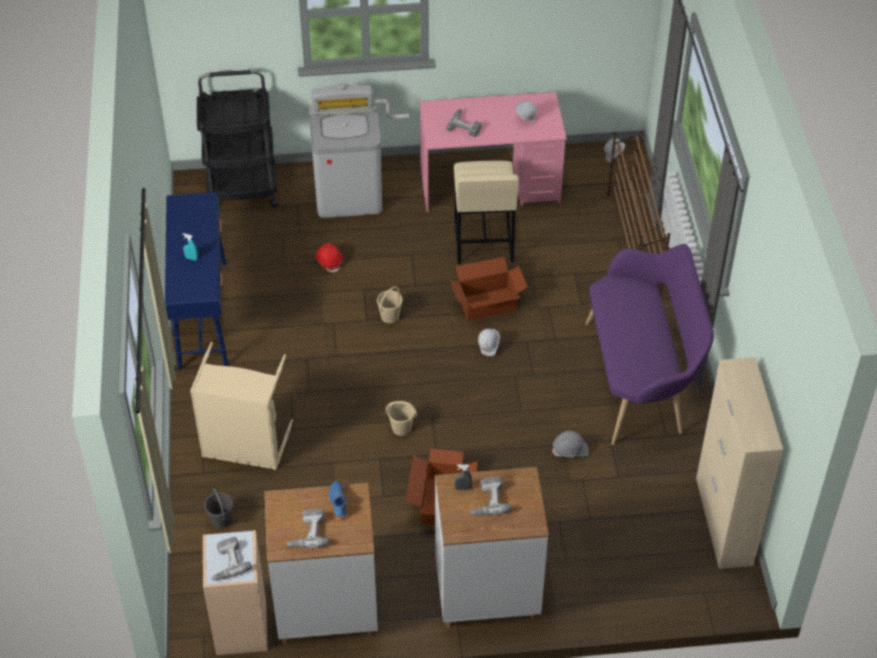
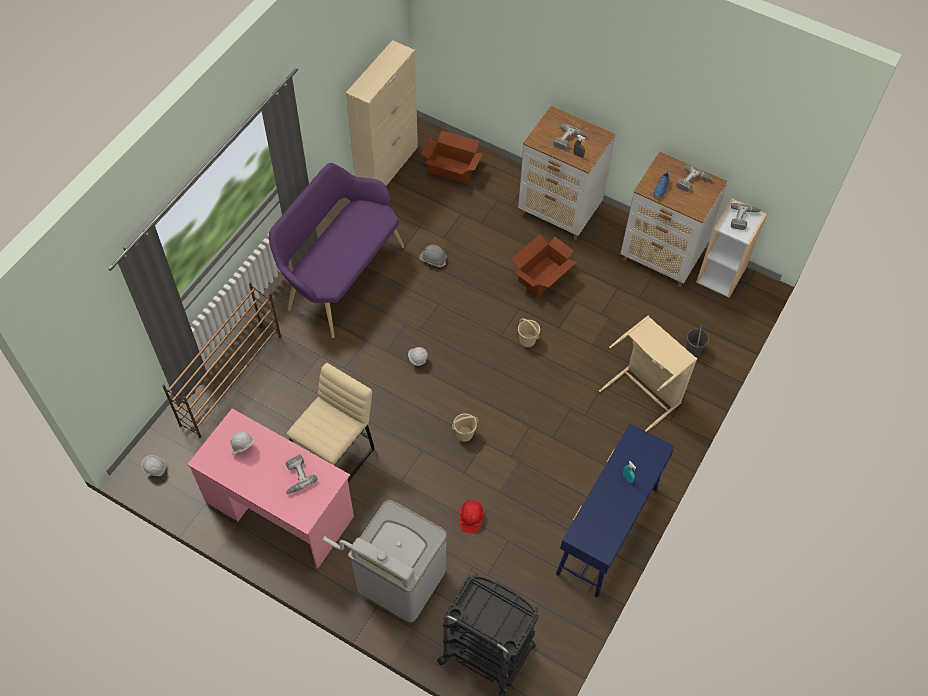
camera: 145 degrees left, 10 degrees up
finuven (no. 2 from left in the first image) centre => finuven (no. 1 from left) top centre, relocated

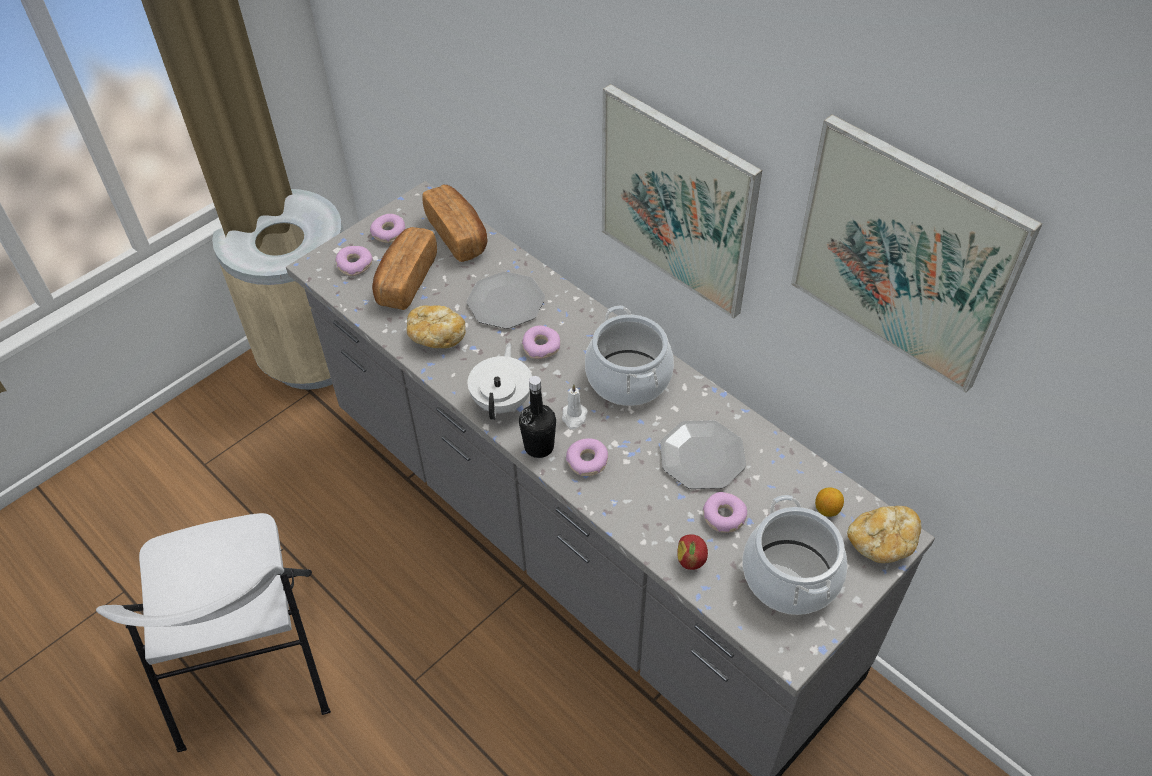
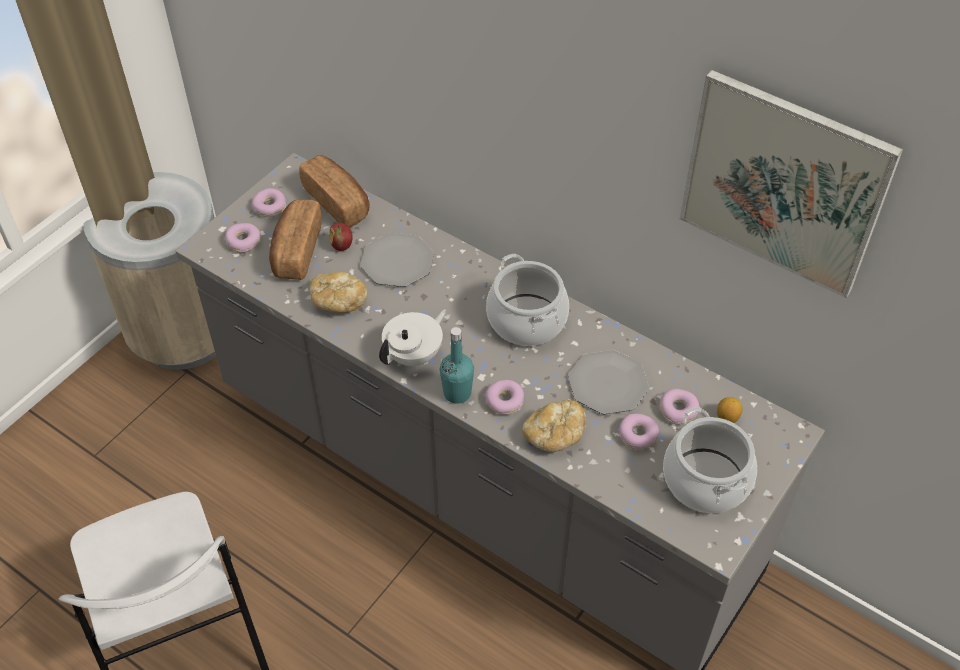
camera: 10 degrees left, 0 degrees up
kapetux (no. 1 from left) top centre => nothing
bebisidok (no. 3 from left in the first image) centre => bebisidok (no. 5 from left) middle right, relocated
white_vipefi centre, 45 degrees clockwise
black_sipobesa centre => turquoise_sipobesa centre
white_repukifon centre => nothing
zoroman (no. 4 from left) bottom right => zoroman (no. 4 from left) centre, relocated
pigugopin bottom centre => pigugopin centre, relocated

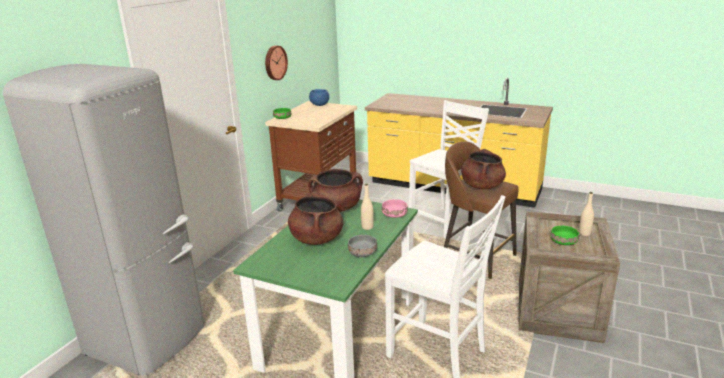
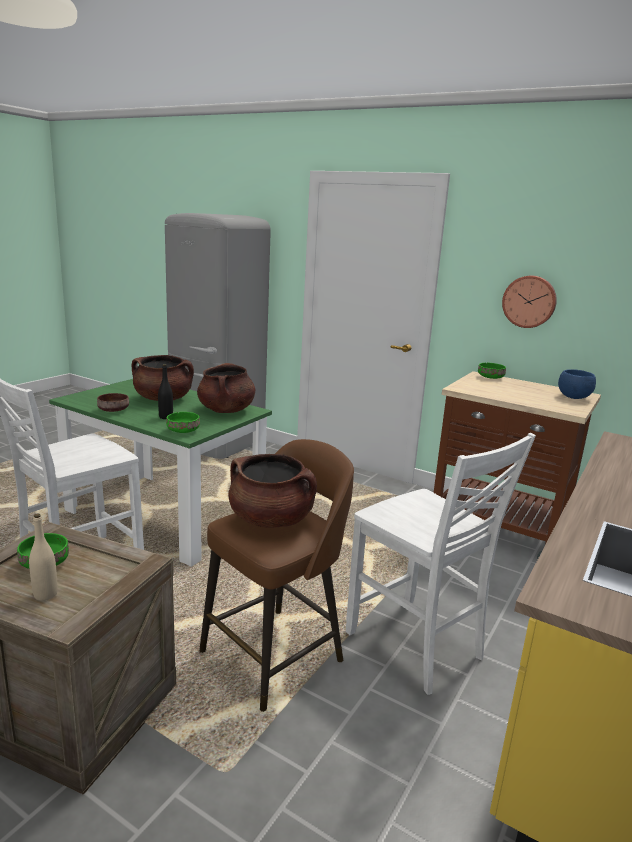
camera: 95 degrees right, 5 degrees down
beige_sipobesa (no. 1 from left) centre => black_sipobesa middle left
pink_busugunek centre => green_busugunek (no. 2 from left) middle left
grey_busugunek centre => brown_busugunek middle left

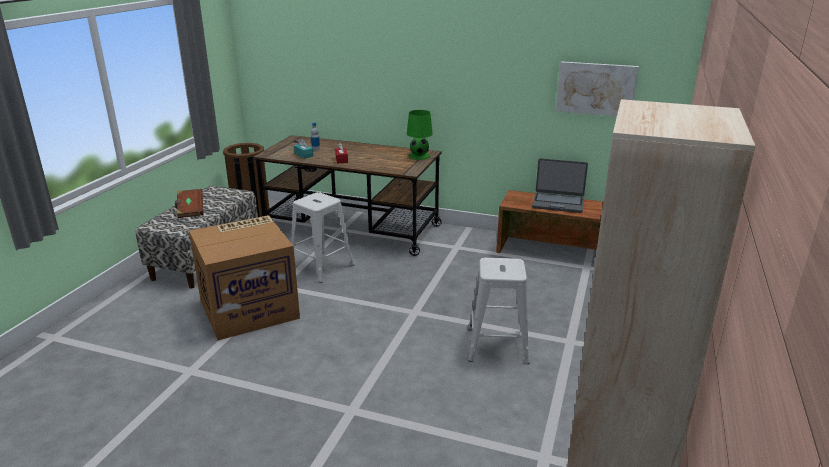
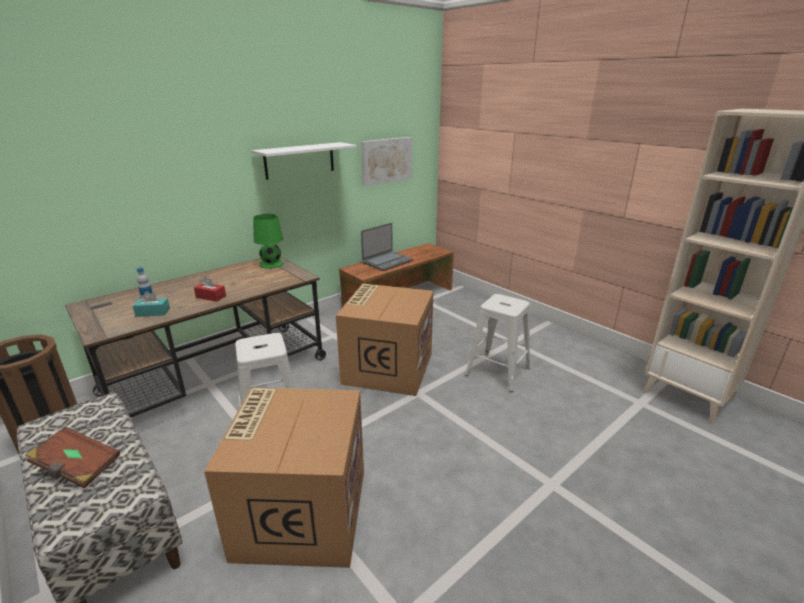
camera: 60 degrees left, 0 degrees up
nothing => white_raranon top centre
nothing => finuven (no. 2 from left) centre

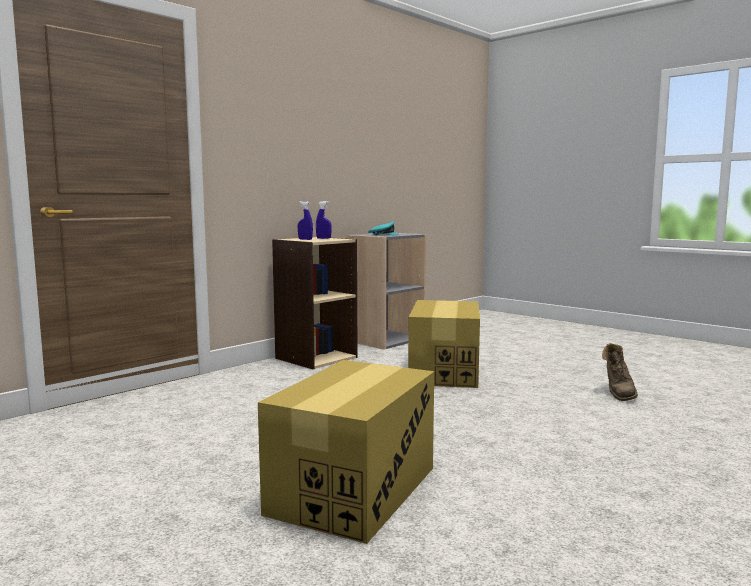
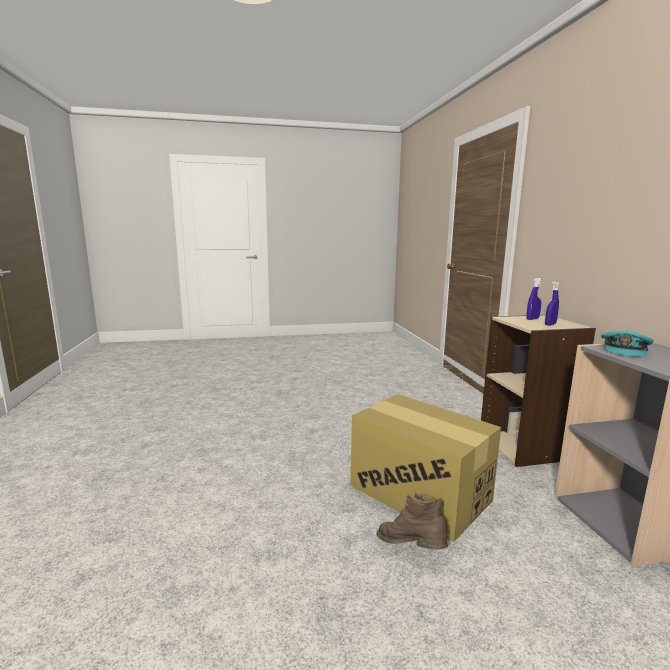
camera: 125 degrees right, 5 degrees up
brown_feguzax middle right => brown_feguzax bottom centre, relocated
finuven (no. 1 from left) bottom centre => nothing

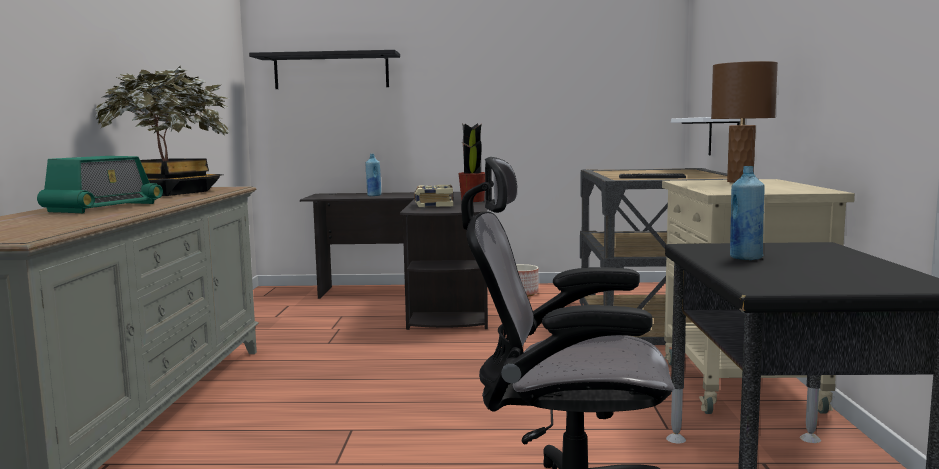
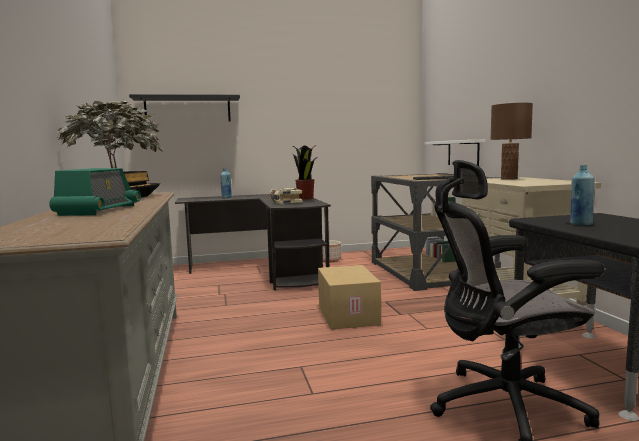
camera: 15 degrees left, 0 degrees up
nothing => finuven bottom centre

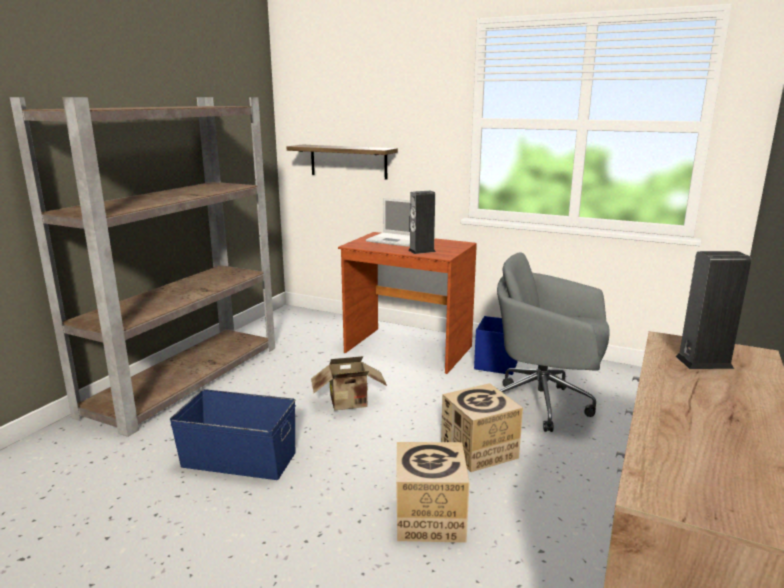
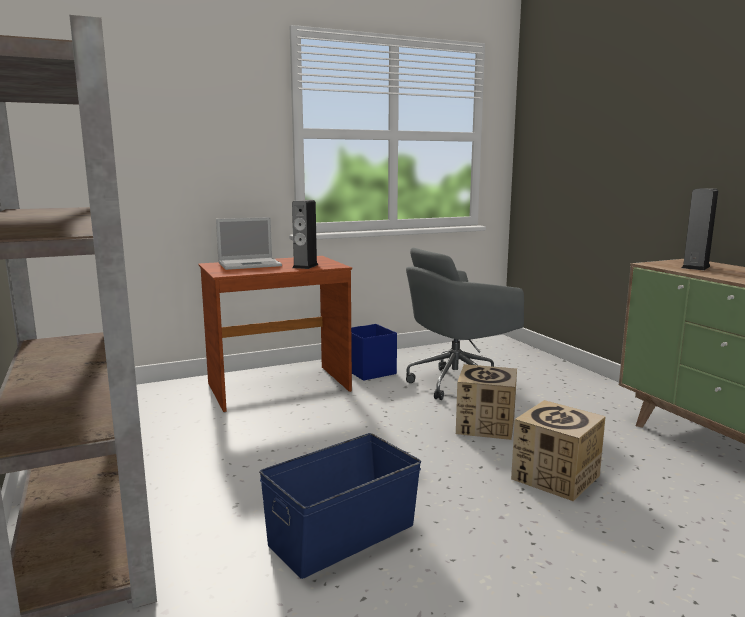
camera: 50 degrees left, 5 degrees down
raranon top centre => nothing
finuven (no. 1 from left) centre => nothing

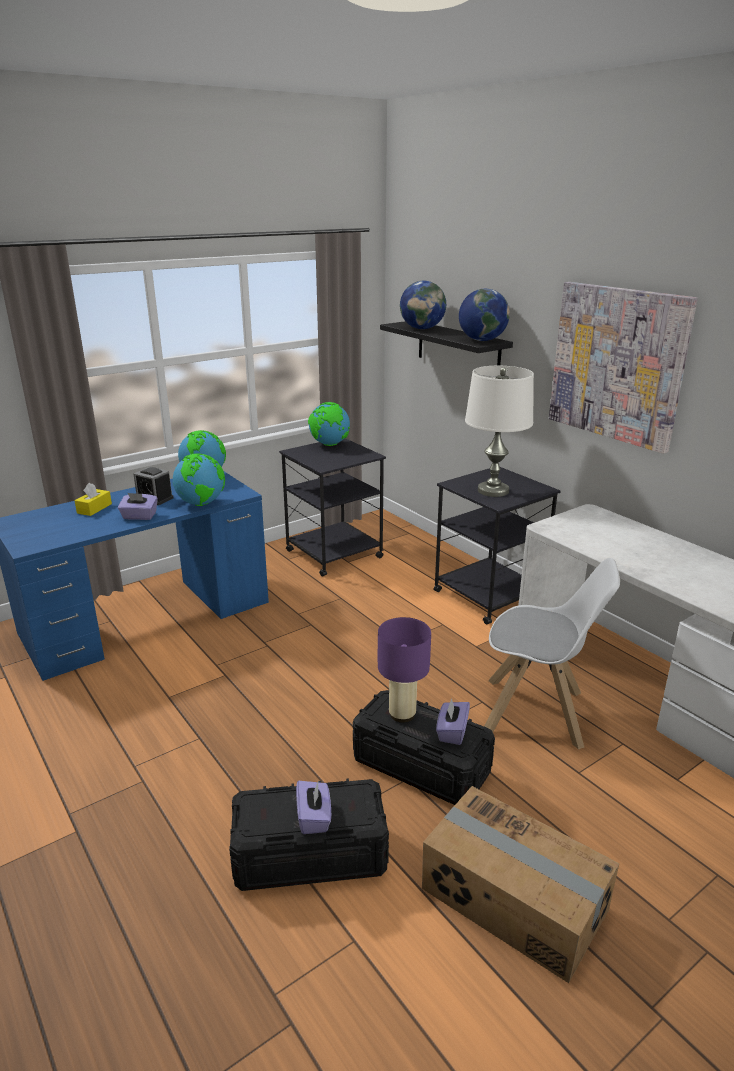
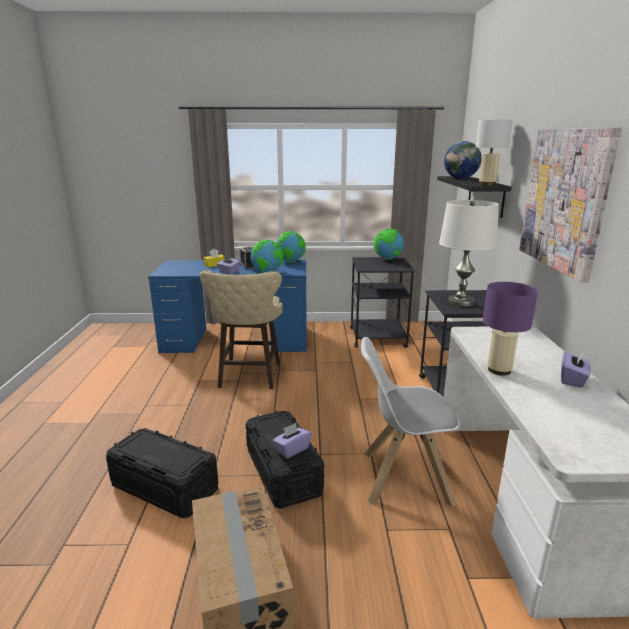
camera: 35 degrees right, 5 degrees down
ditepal (no. 5 from left) top centre => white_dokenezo (no. 2 from left) top right
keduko middle right => keduko bottom centre, 135 degrees clockwise
purple_dokenezo centre => purple_dokenezo middle right, relocated
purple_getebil (no. 2 from left in the first image) bottom centre => purple_getebil (no. 3 from left) middle right, relocated
nothing => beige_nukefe centre

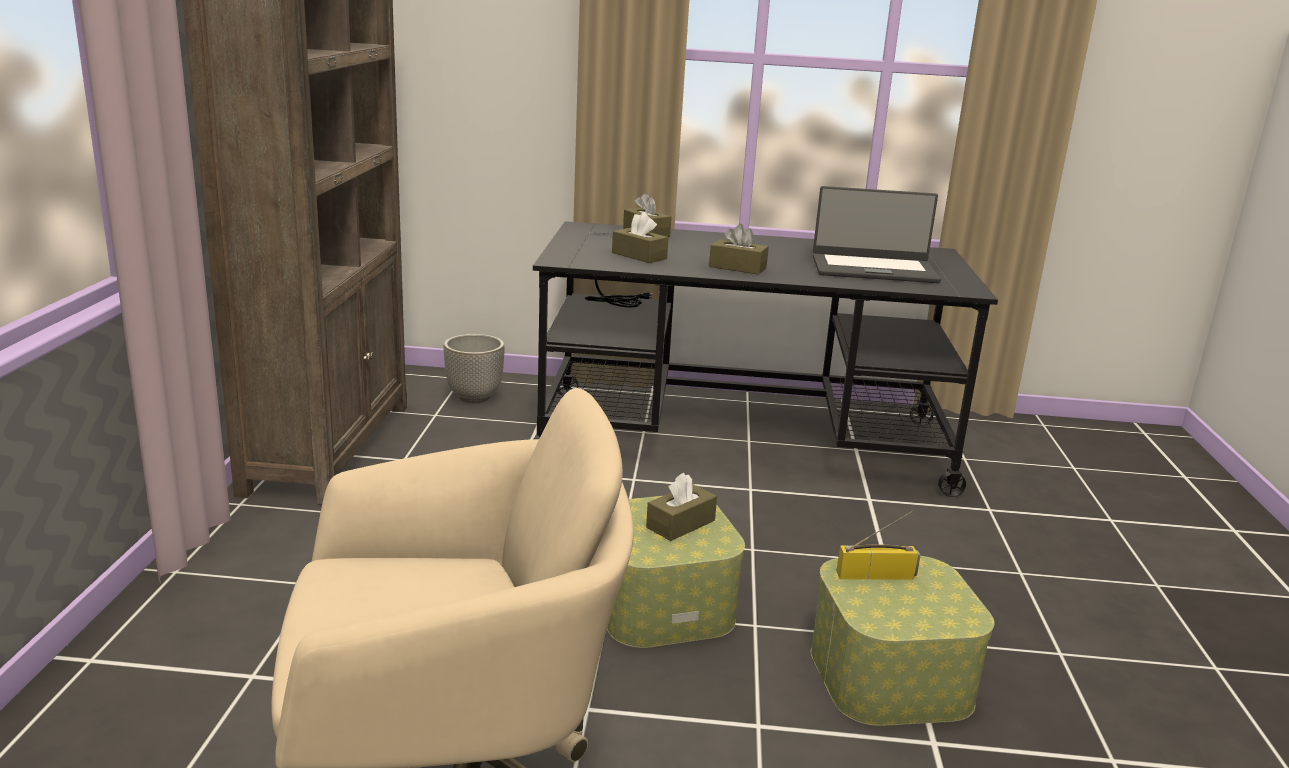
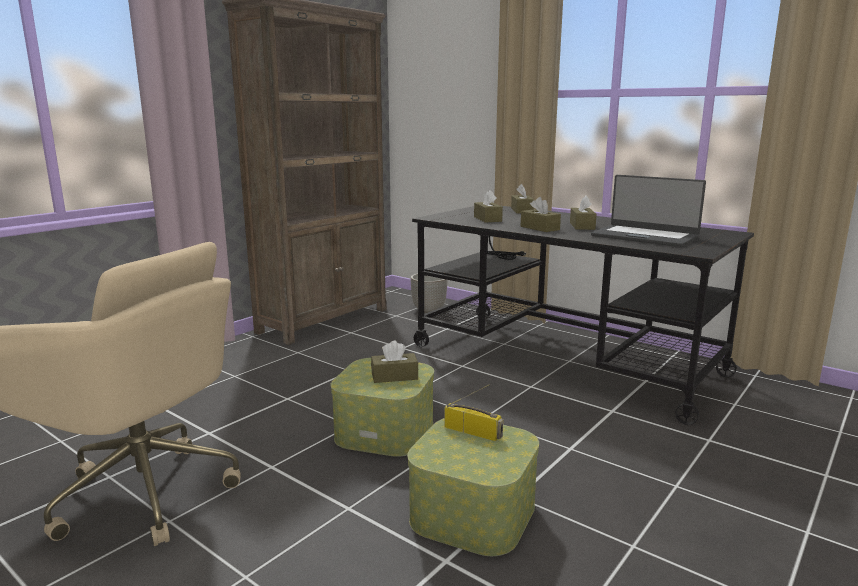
camera: 35 degrees right, 5 degrees down
nothing => brown_getebil (no. 5 from left) middle right

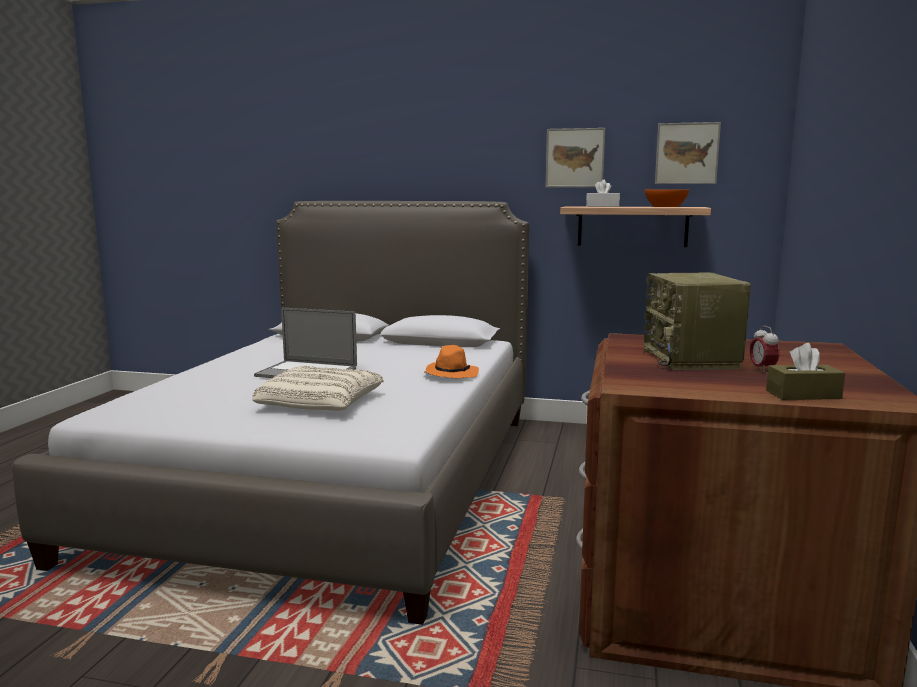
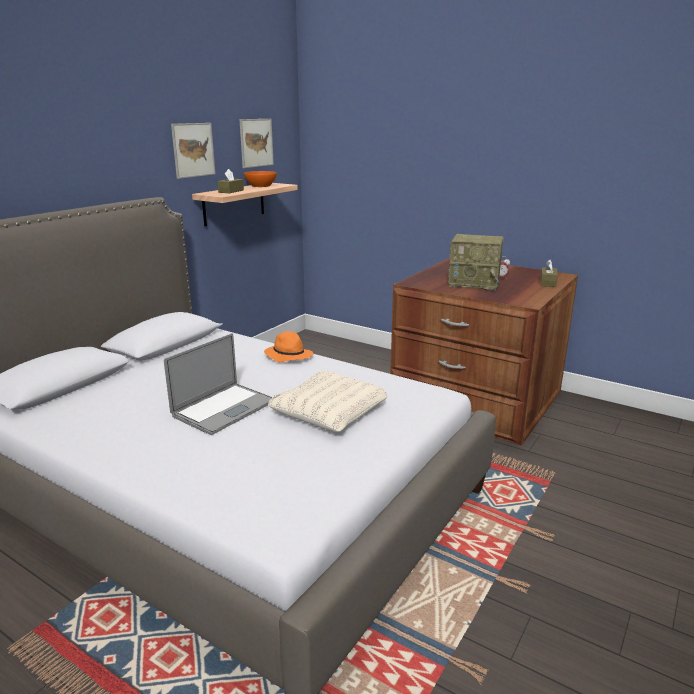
camera: 70 degrees left, 10 degrees up
white_getebil top centre => brown_getebil (no. 1 from left) top left

